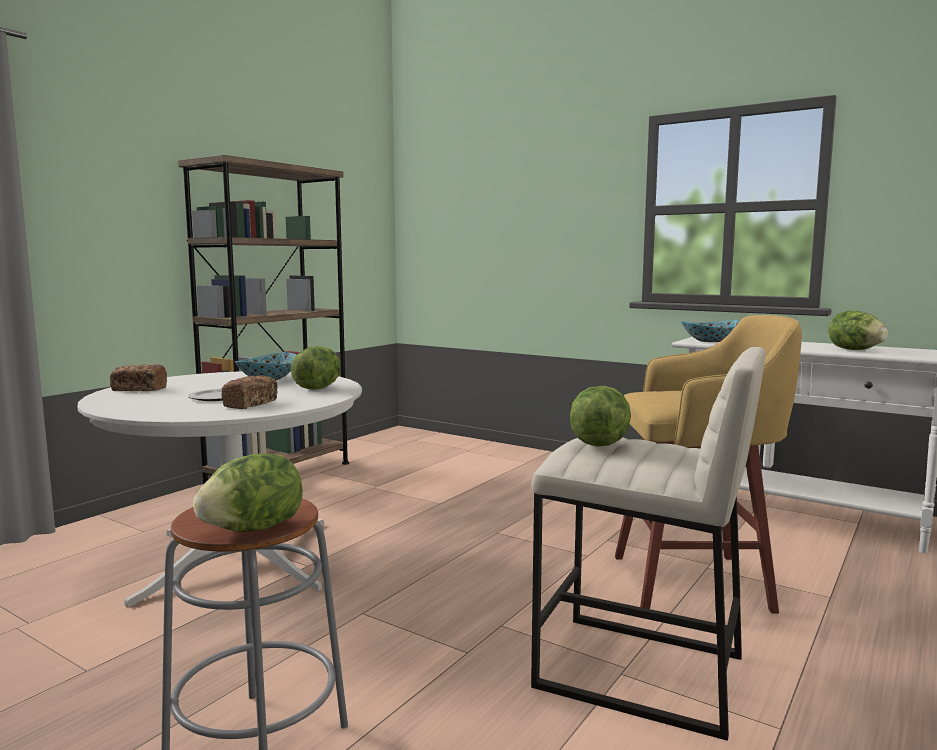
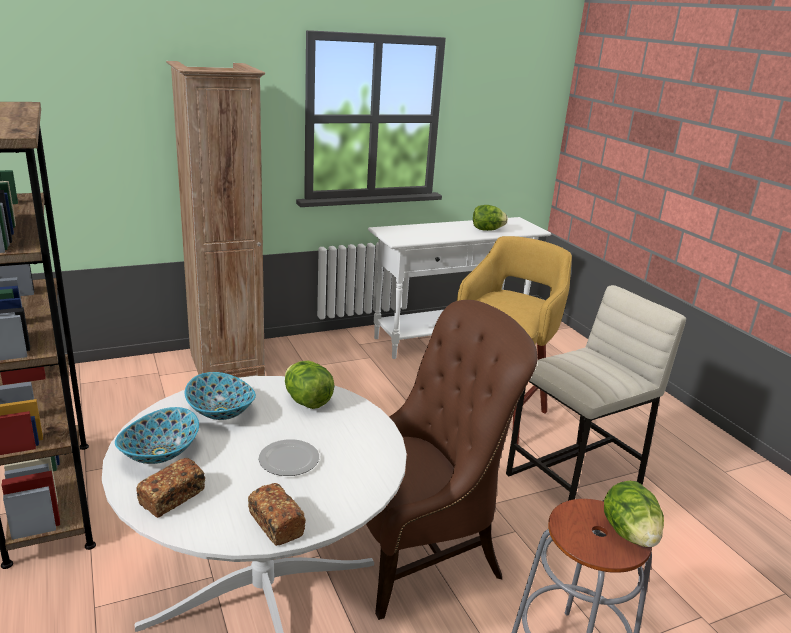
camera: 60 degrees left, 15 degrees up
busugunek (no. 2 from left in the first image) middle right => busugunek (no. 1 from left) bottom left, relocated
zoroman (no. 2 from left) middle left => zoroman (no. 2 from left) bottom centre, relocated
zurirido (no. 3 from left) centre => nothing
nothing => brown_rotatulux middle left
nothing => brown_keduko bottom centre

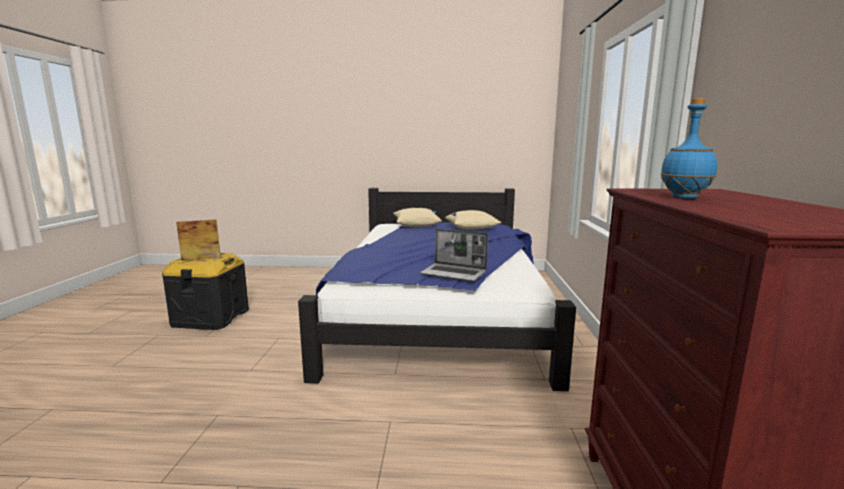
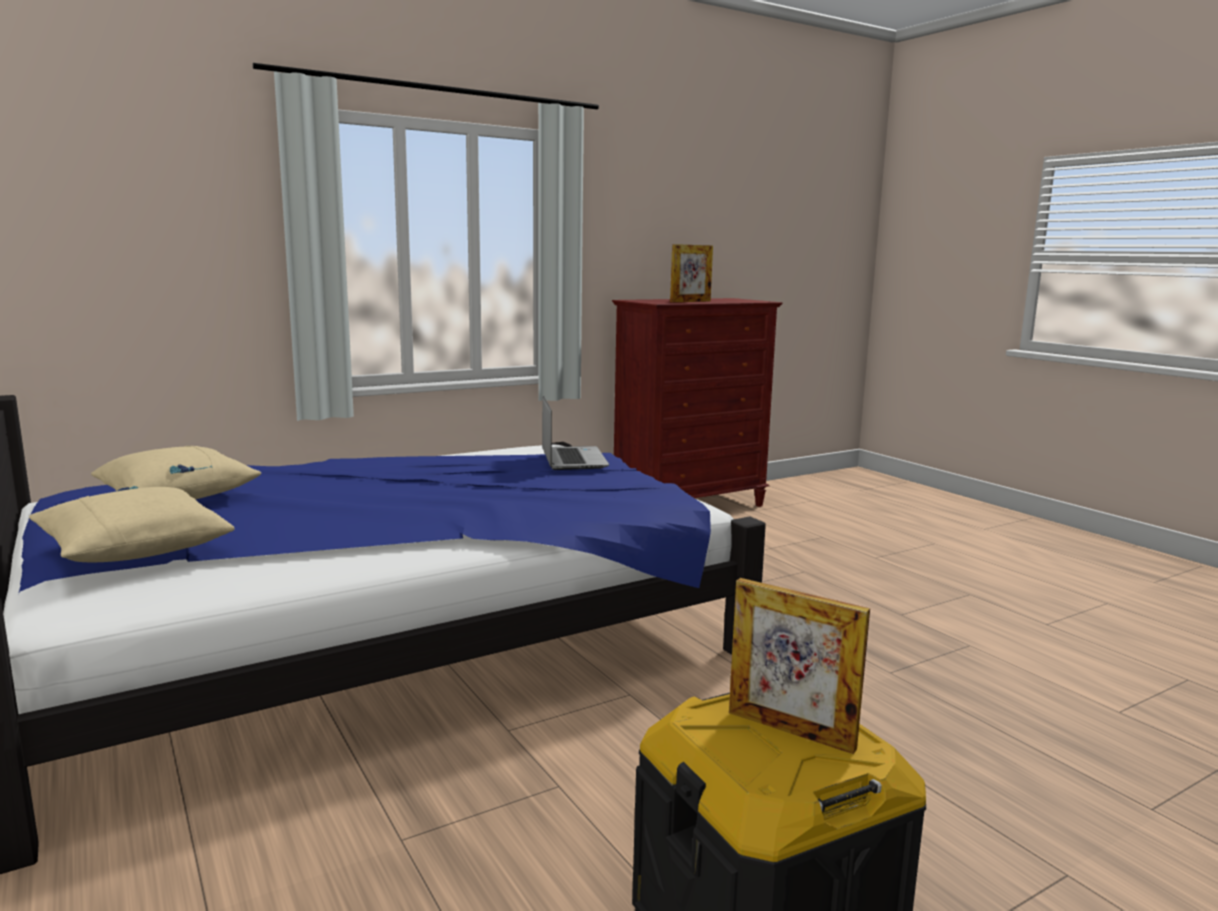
camera: 125 degrees left, 0 degrees up
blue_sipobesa top right => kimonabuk (no. 1 from left) top centre

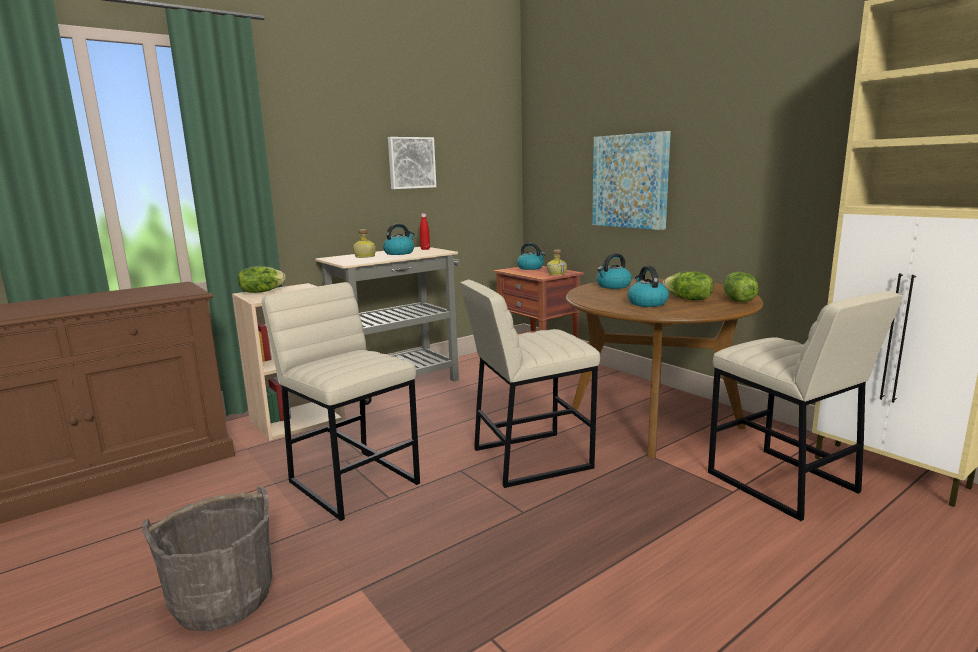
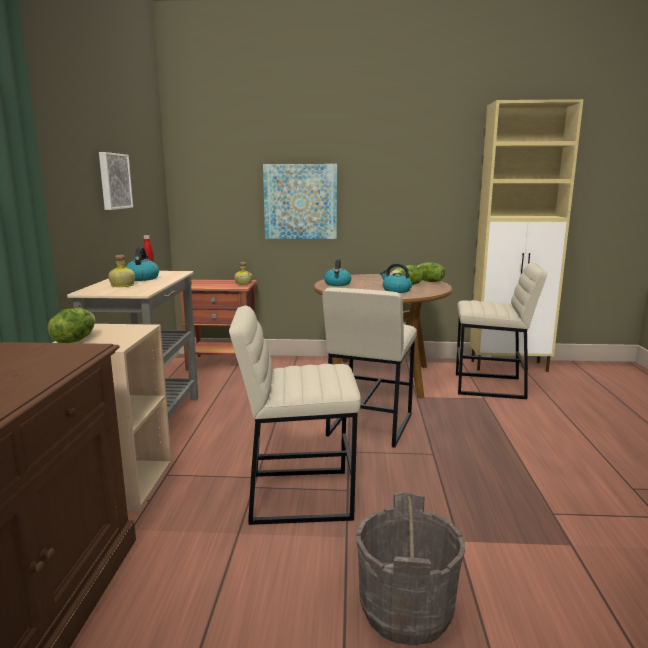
camera: 50 degrees left, 0 degrees up
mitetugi (no. 2 from left) centre => nothing

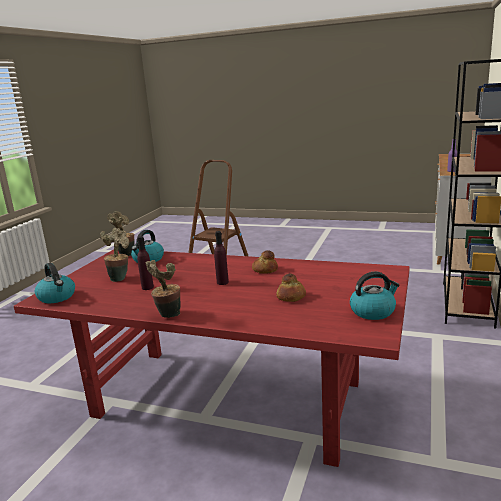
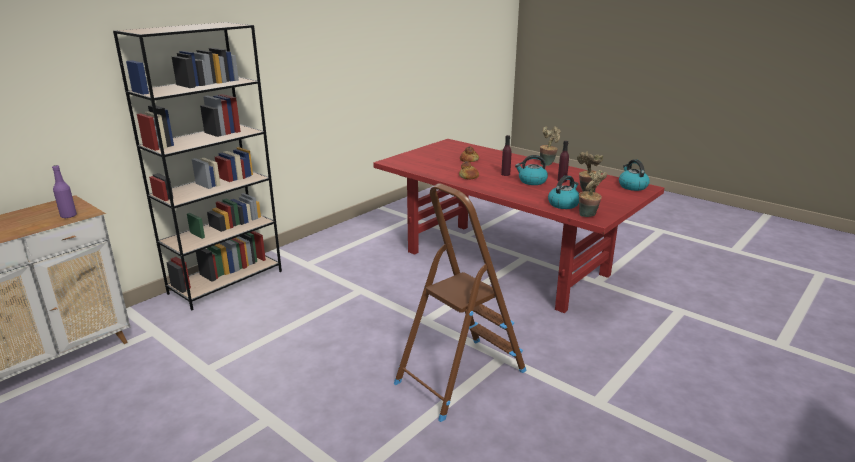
camera: 160 degrees left, 5 degrees up
mitetugi (no. 3 from left in the first image) middle right => mitetugi (no. 1 from left) centre, relocated

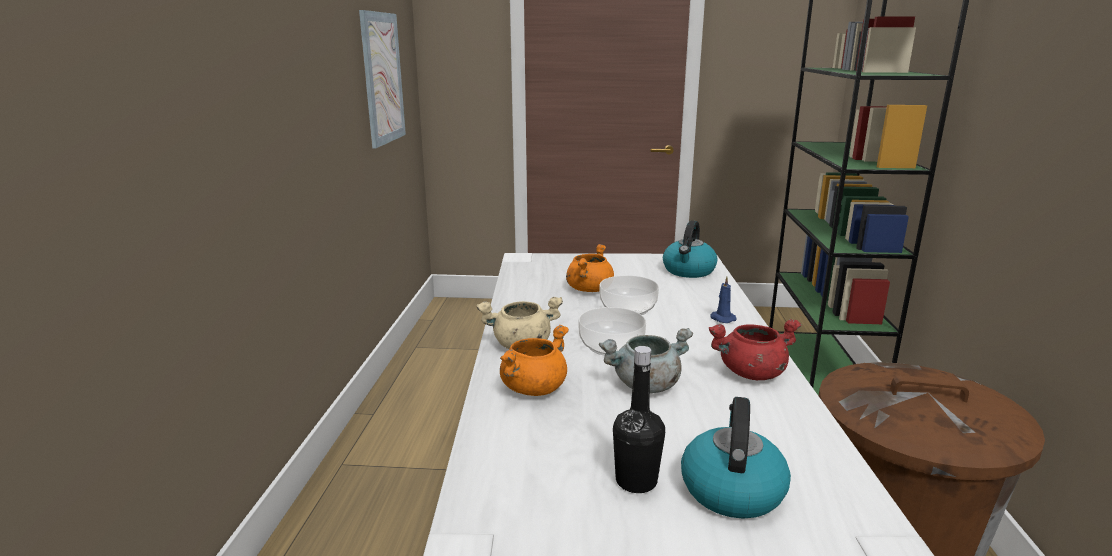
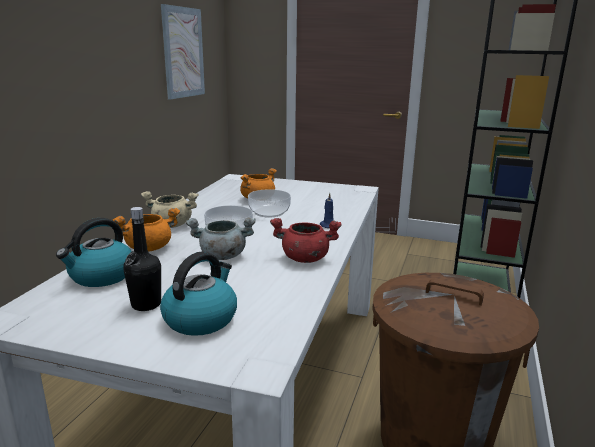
camera: 15 degrees right, 0 degrees up
mitetugi (no. 1 from left) centre => mitetugi (no. 1 from left) middle left, relocated

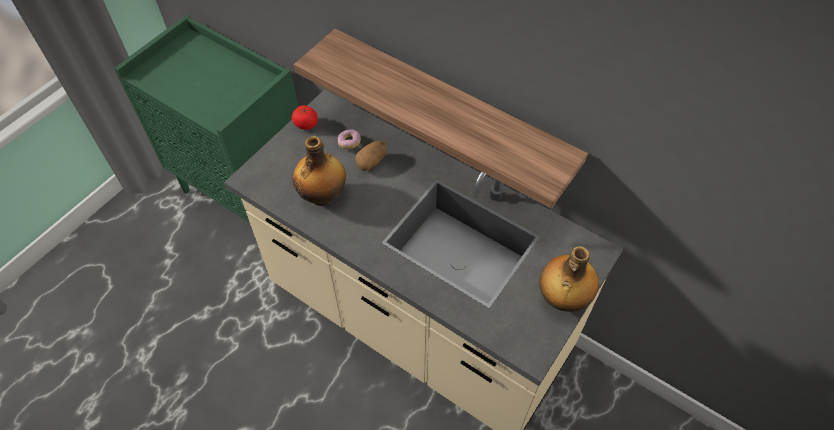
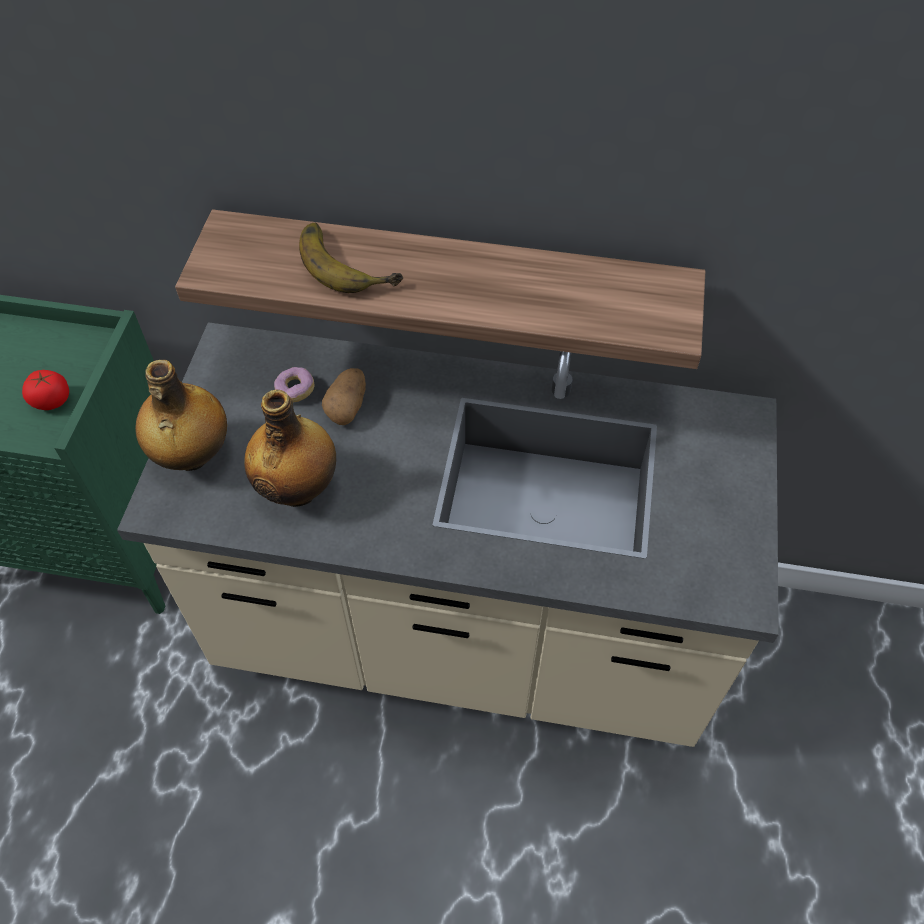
camera: 25 degrees left, 0 degrees up
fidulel top centre => fidulel middle left, relocated
sipobesa (no. 2 from left in the first image) middle right => sipobesa (no. 1 from left) middle left, relocated
nothing => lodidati top centre

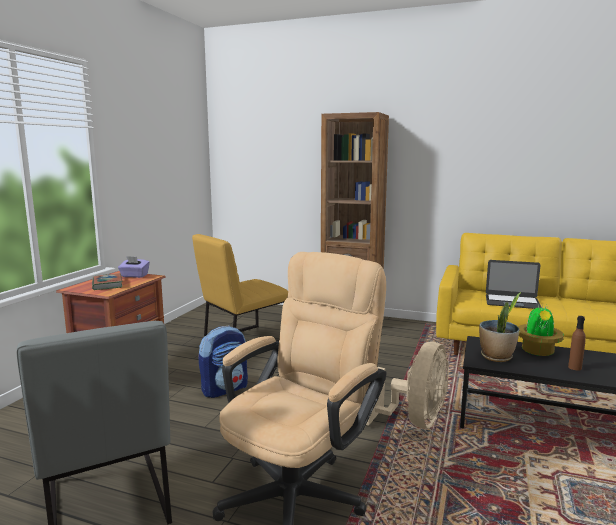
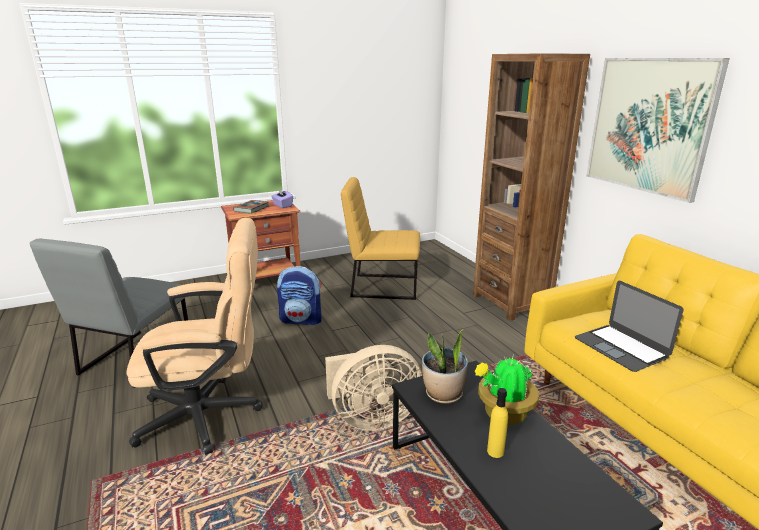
camera: 45 degrees right, 10 degrees up
brown_sipobesa middle right => yellow_sipobesa bottom centre
nothing => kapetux top right

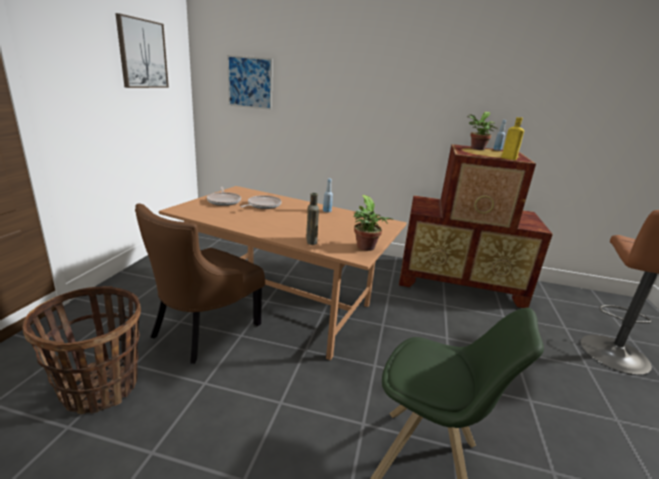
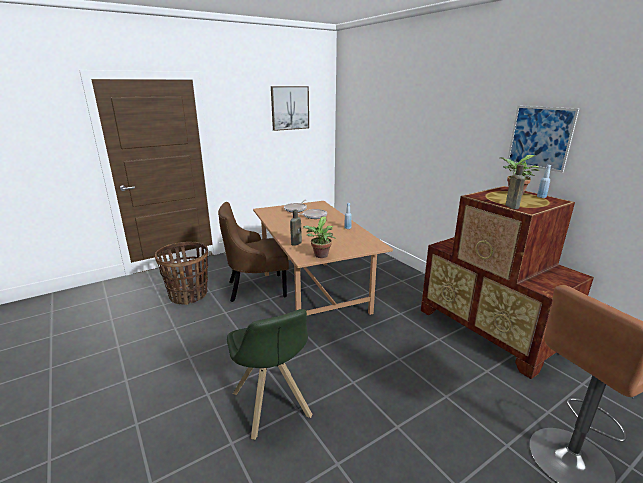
camera: 45 degrees right, 0 degrees up
kapetux (no. 2 from left) top centre => kapetux (no. 2 from left) top right, relocated
yellow_sipobesa top right => brown_sipobesa (no. 2 from left) middle right

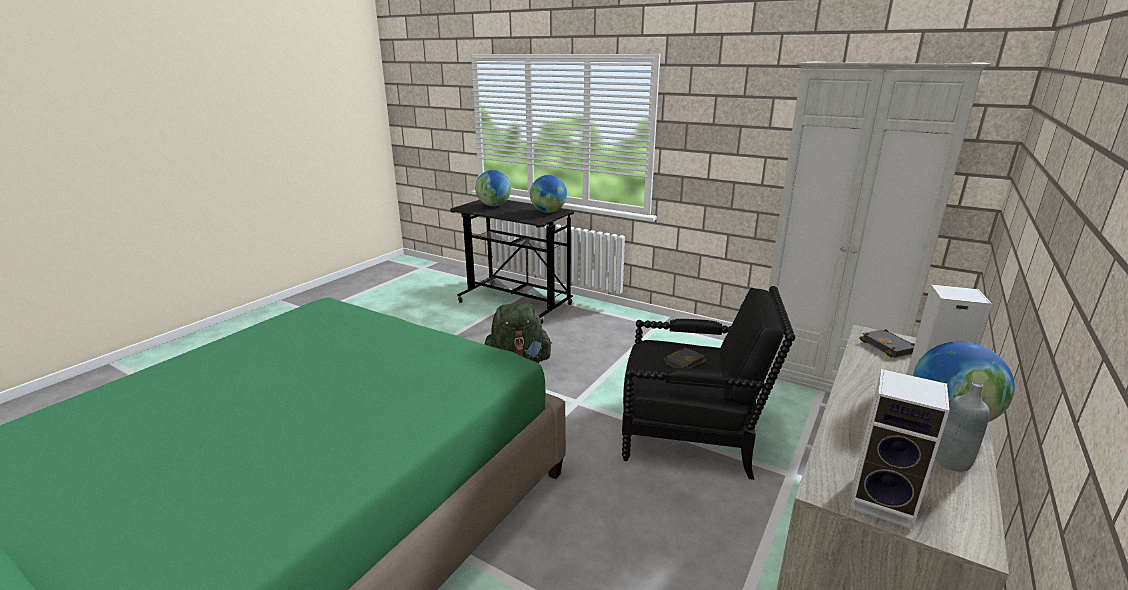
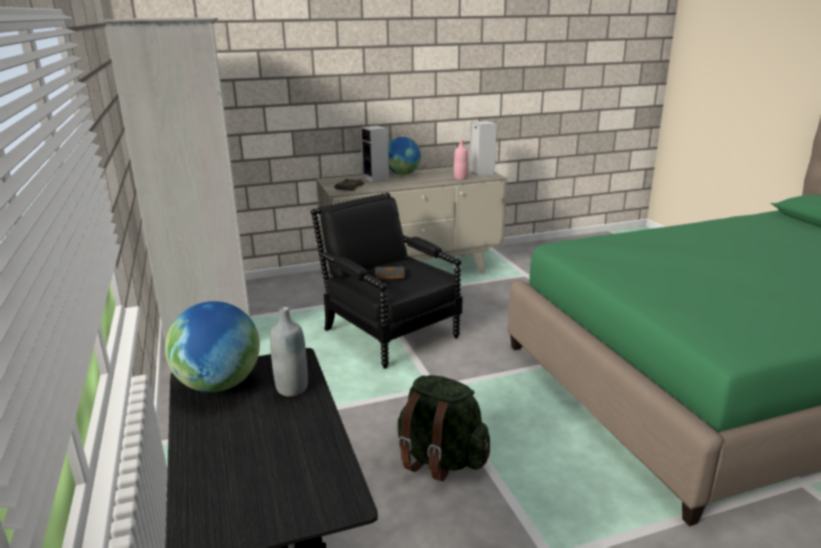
camera: 140 degrees left, 0 degrees up
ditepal (no. 1 from left) top centre => nothing
grey_sipobesa bottom right => grey_sipobesa centre, relocated
nothing => pink_sipobesa top centre

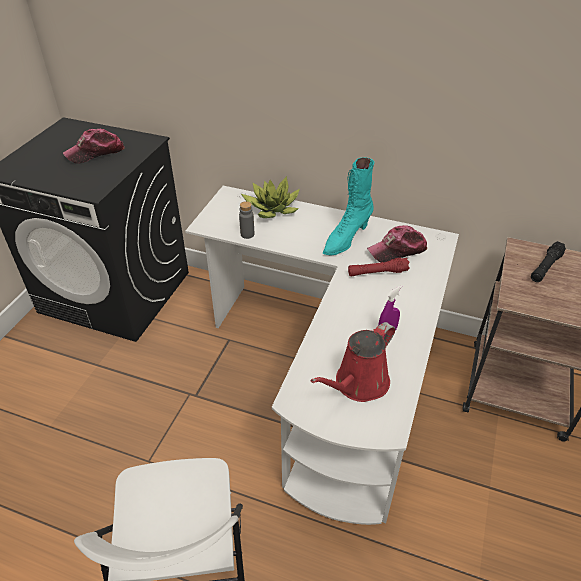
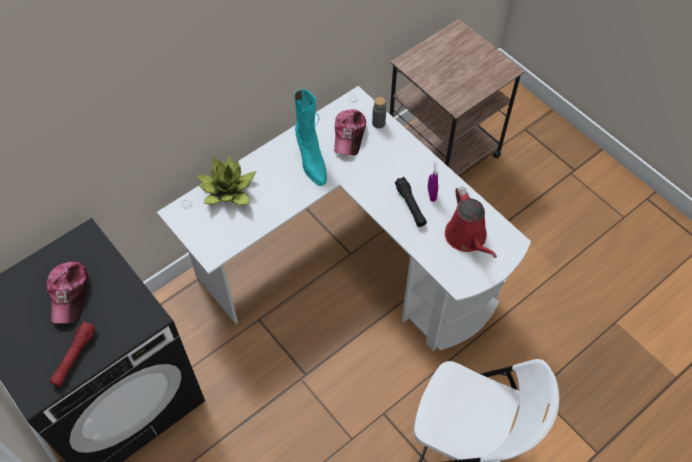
camera: 60 degrees left, 15 degrees up
grey_sipobesa centre => grey_sipobesa top centre, relocated
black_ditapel middle right => black_ditapel centre, relocated
red_ditapel centre => red_ditapel bottom left, relocated

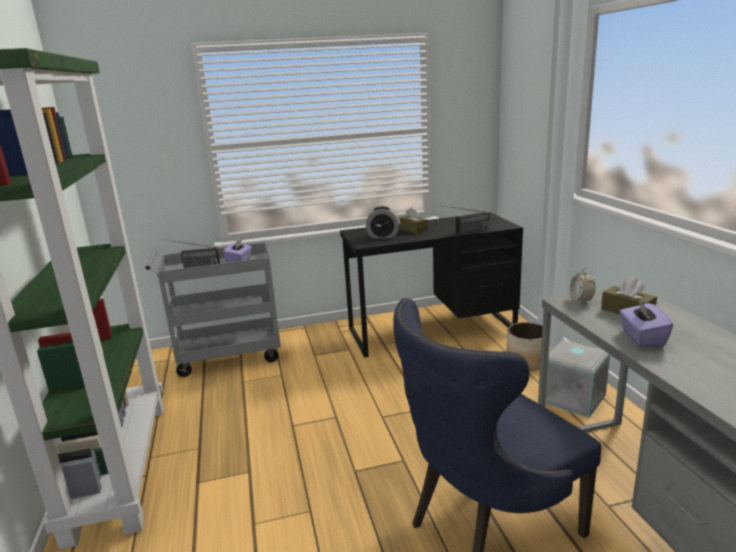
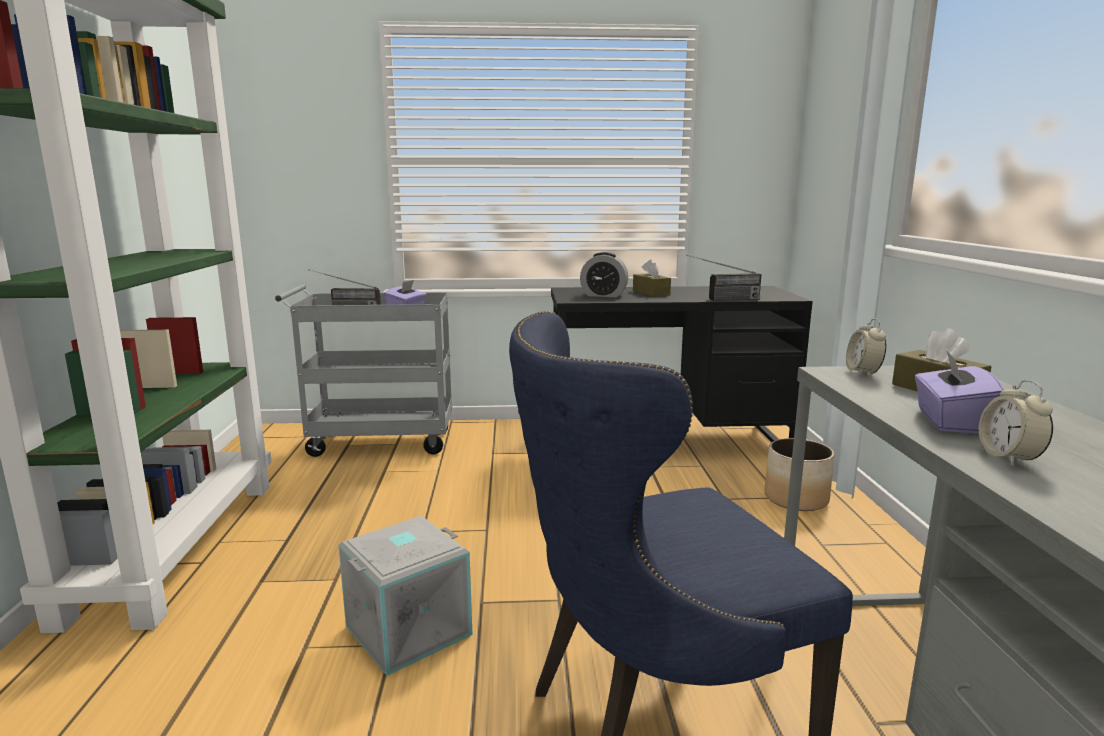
camera: 10 degrees right, 5 degrees down
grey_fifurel bottom right => grey_fifurel bottom centre, relocated
nothing => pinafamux (no. 3 from left) middle right

